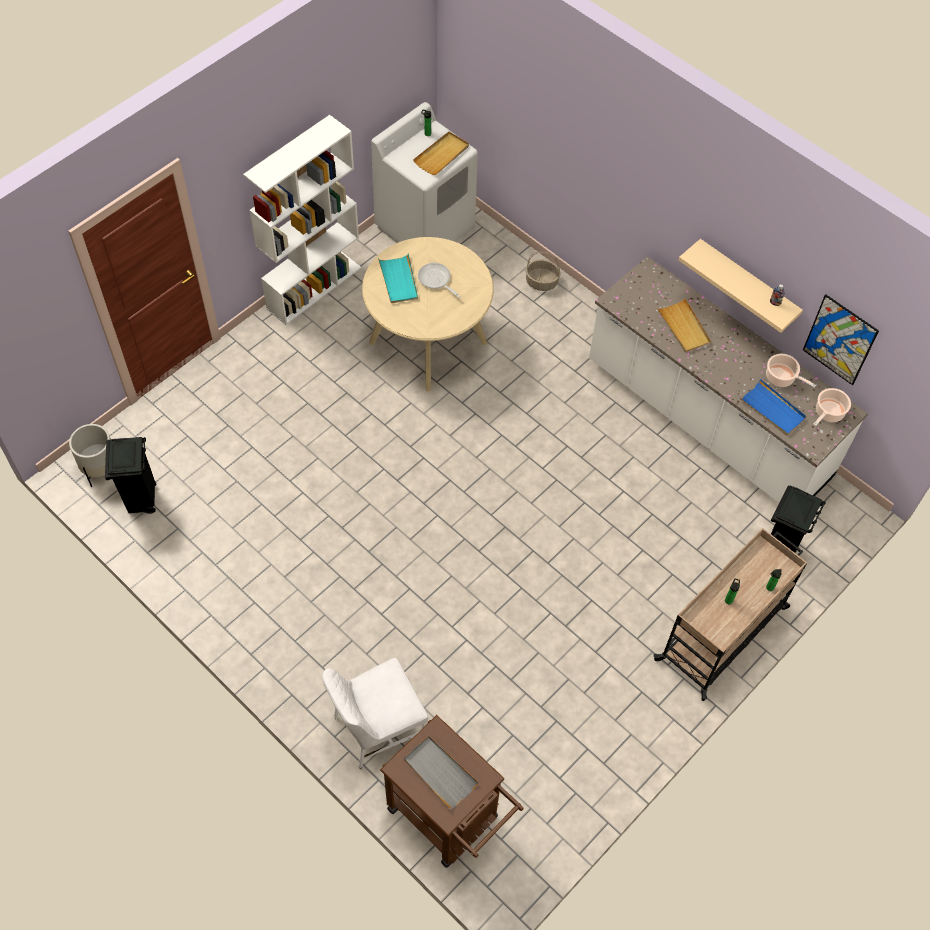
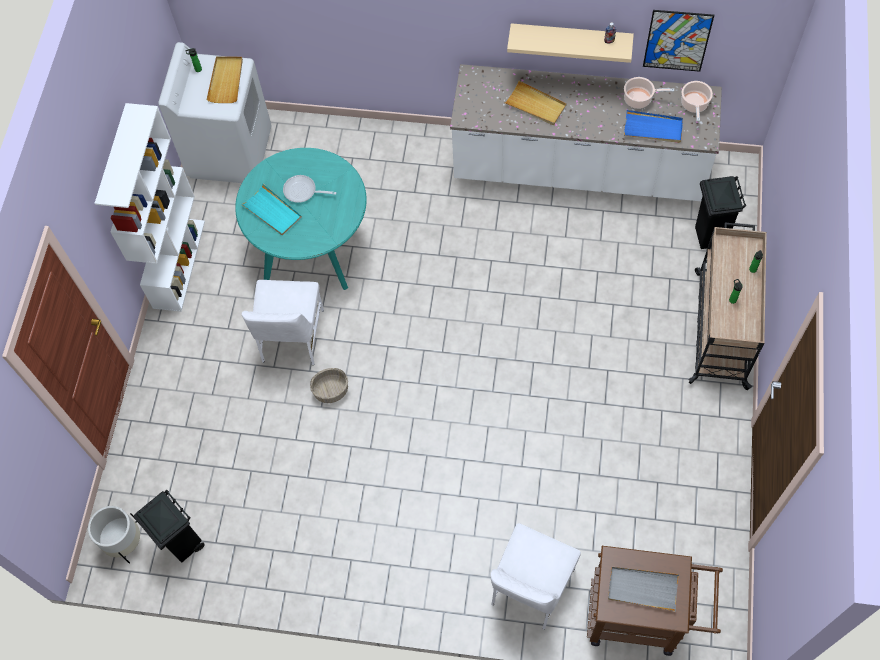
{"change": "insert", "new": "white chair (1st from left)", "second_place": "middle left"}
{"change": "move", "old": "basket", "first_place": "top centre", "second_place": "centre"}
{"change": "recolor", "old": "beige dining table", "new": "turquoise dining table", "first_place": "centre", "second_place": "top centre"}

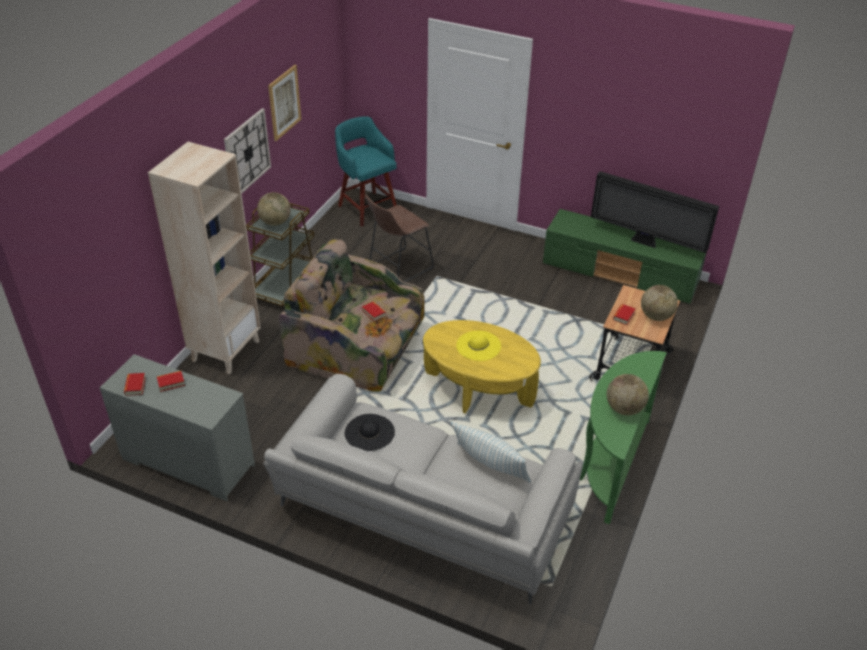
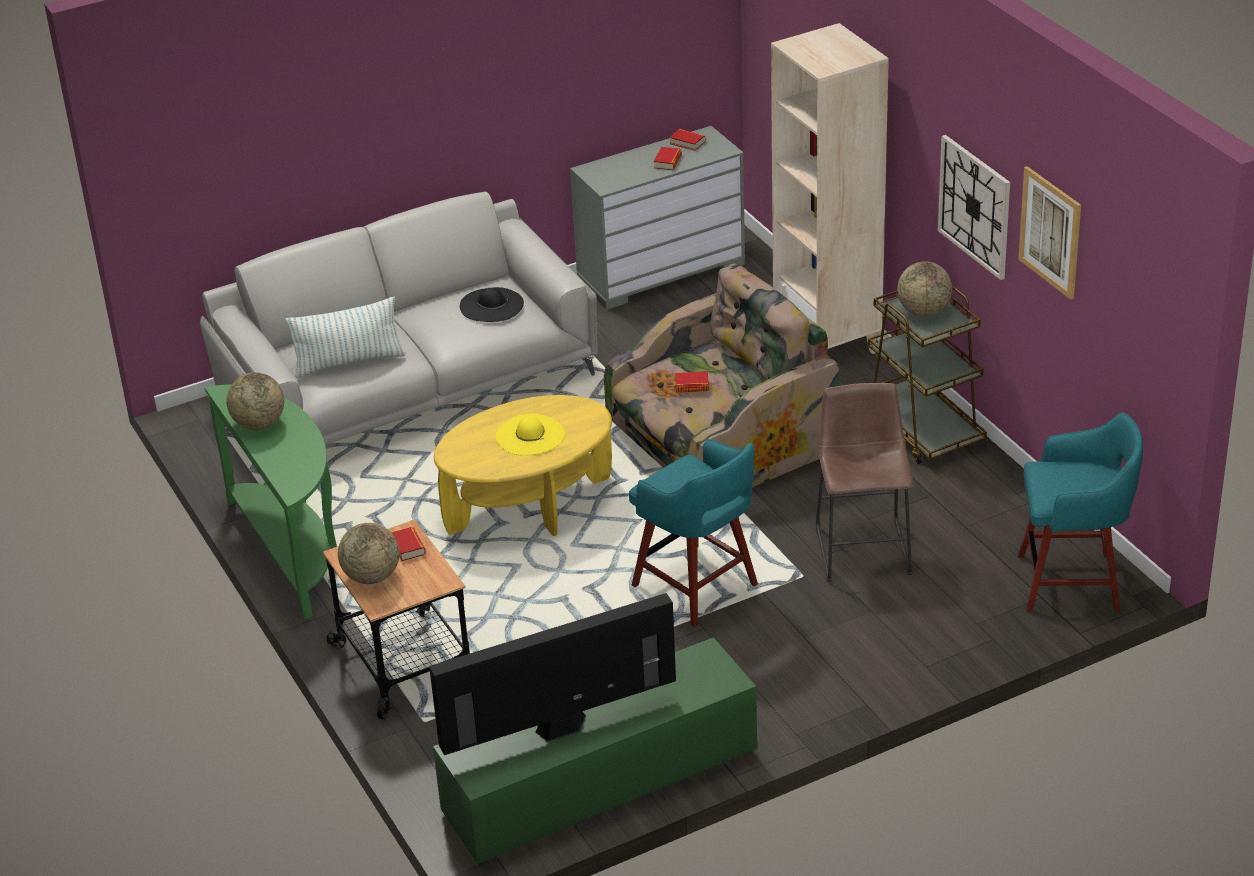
{"change": "insert", "new": "turquoise stool (1st from left)", "second_place": "centre"}

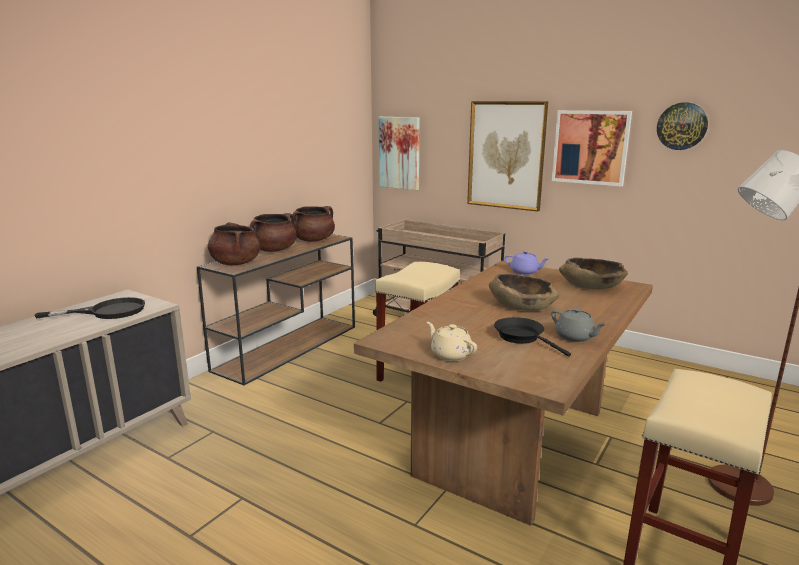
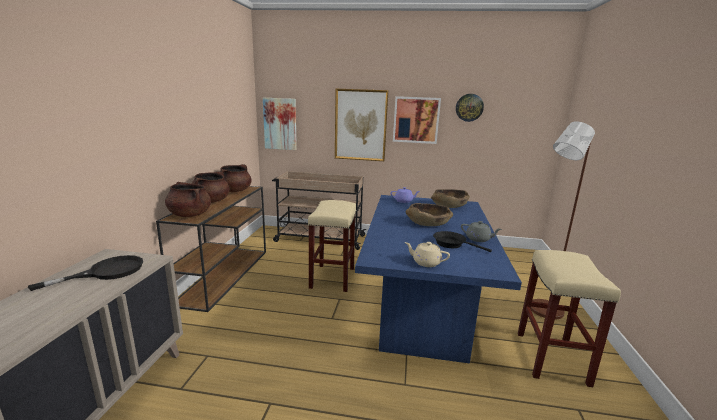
{"change": "recolor", "old": "brown dining table", "new": "blue dining table", "first_place": "bottom centre", "second_place": "centre"}

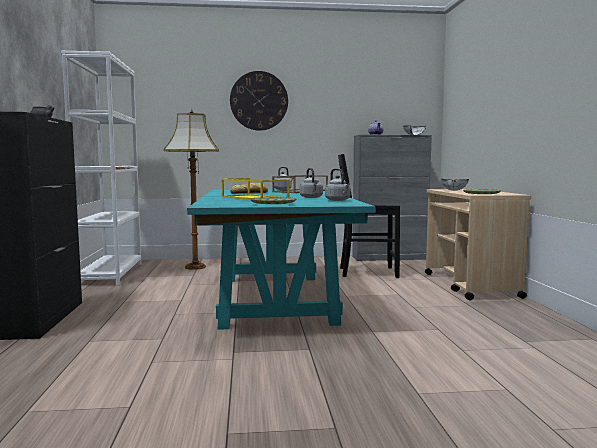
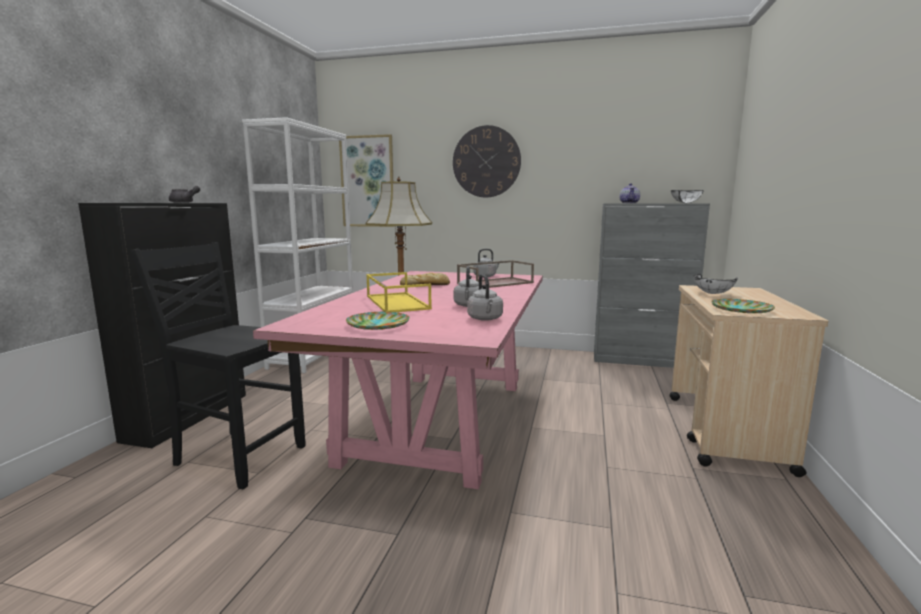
{"change": "insert", "new": "picture", "second_place": "top centre"}
{"change": "move", "old": "black chair", "first_place": "centre", "second_place": "middle left"}
{"change": "recolor", "old": "turquoise dining table", "new": "pink dining table", "first_place": "centre", "second_place": "centre"}

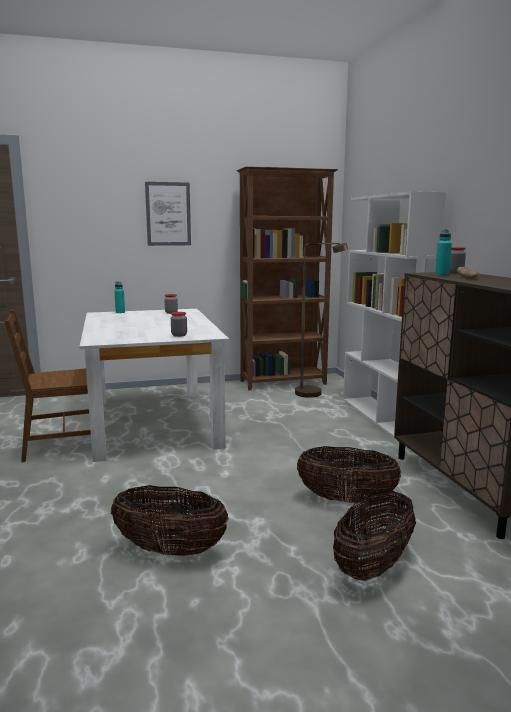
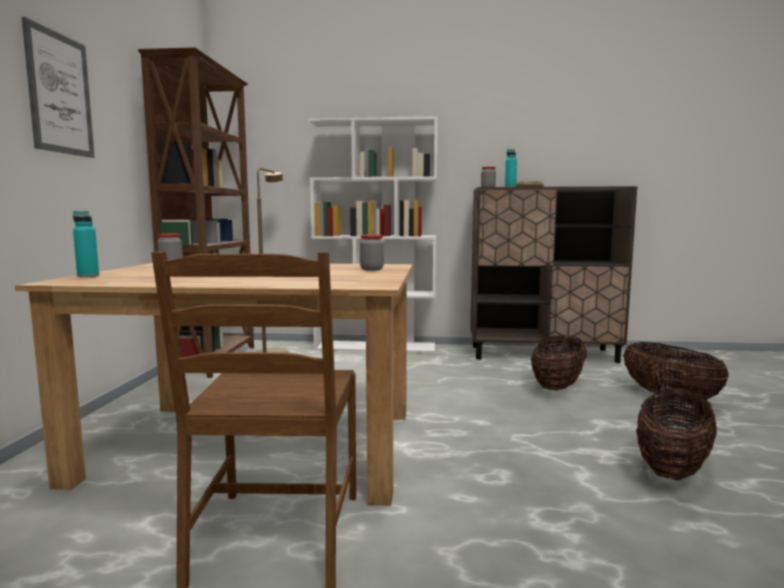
{"change": "recolor", "old": "white dining table", "new": "brown dining table", "first_place": "middle left", "second_place": "middle left"}

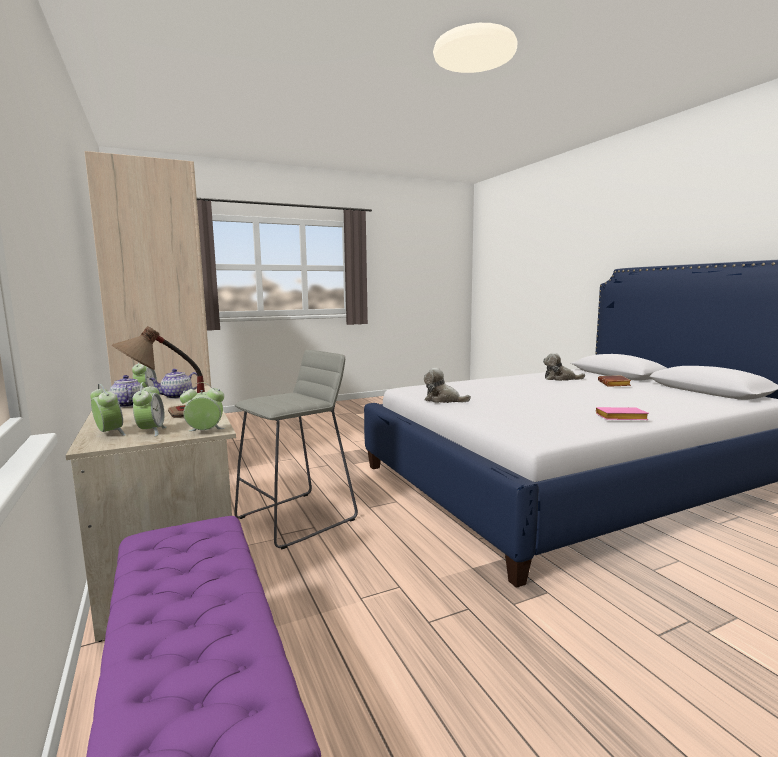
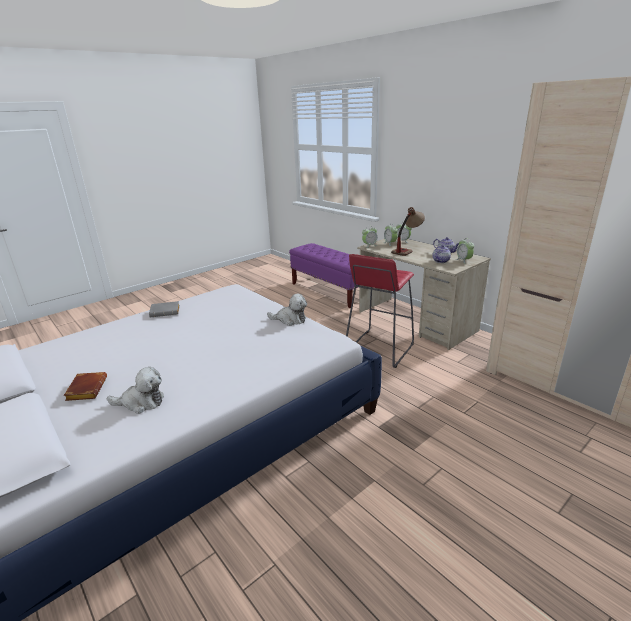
{"change": "recolor", "old": "grey stool", "new": "red stool", "first_place": "centre", "second_place": "centre"}
{"change": "recolor", "old": "pink book", "new": "grey book", "first_place": "middle right", "second_place": "middle left"}

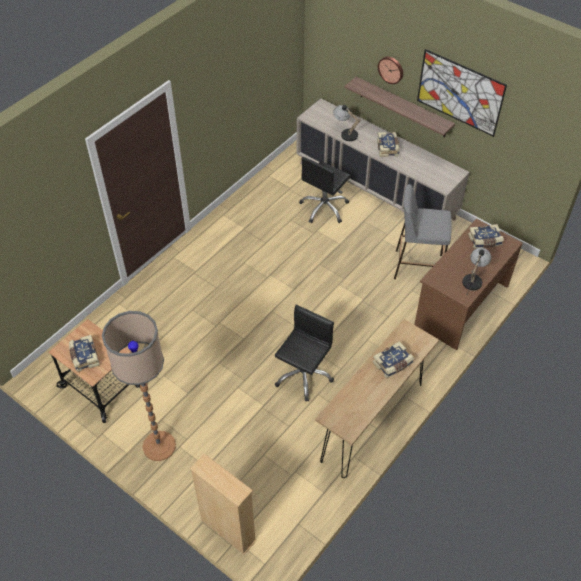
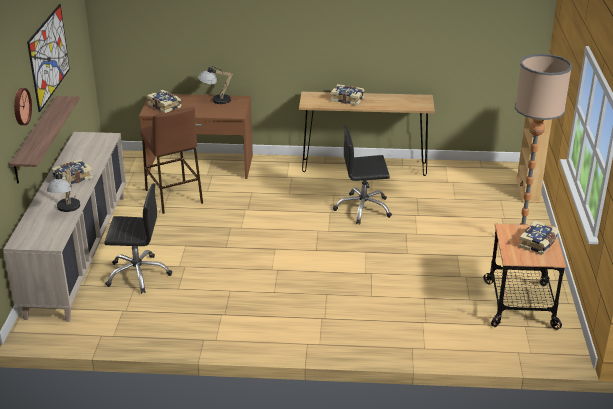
{"change": "recolor", "old": "grey stool", "new": "brown stool", "first_place": "middle right", "second_place": "middle left"}

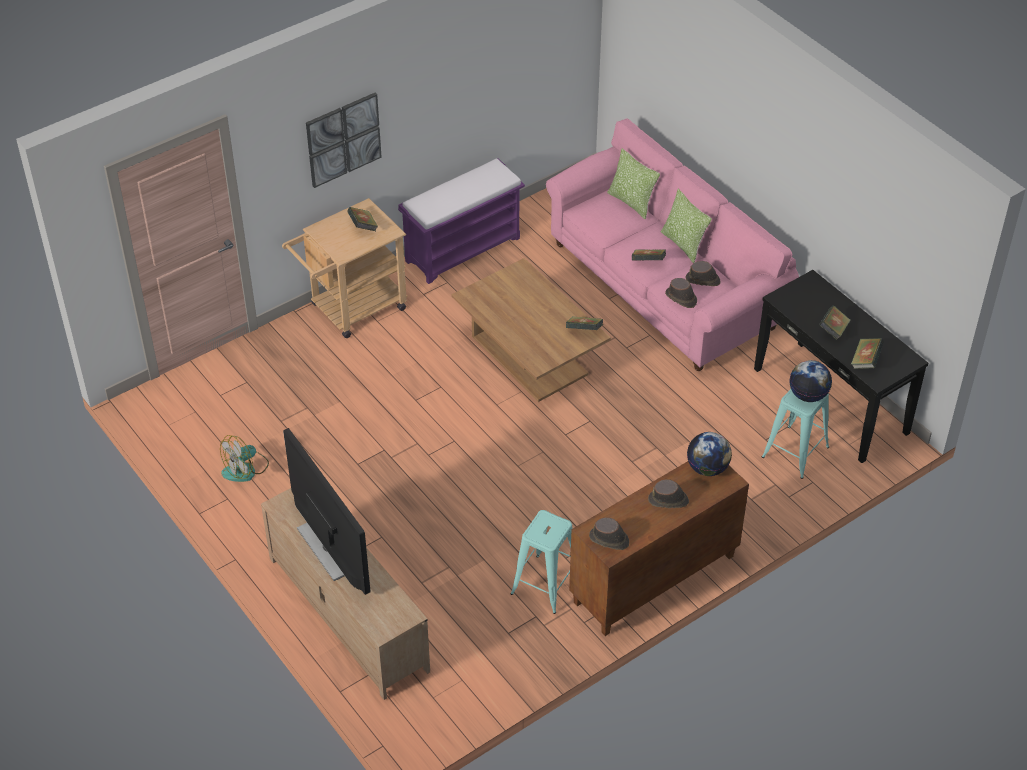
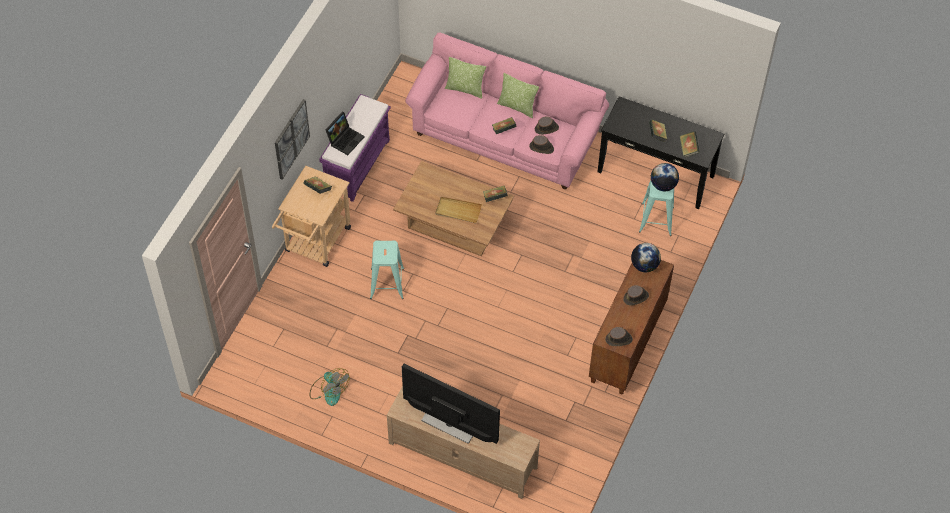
{"change": "insert", "new": "laptop", "second_place": "top centre"}
{"change": "insert", "new": "beige tray", "second_place": "centre"}
{"change": "move", "old": "turquoise stool (1st from left)", "first_place": "bottom centre", "second_place": "centre"}
{"change": "rotate", "old": "fan", "first_place": "middle left", "second_place": "bottom centre", "degrees": -60}

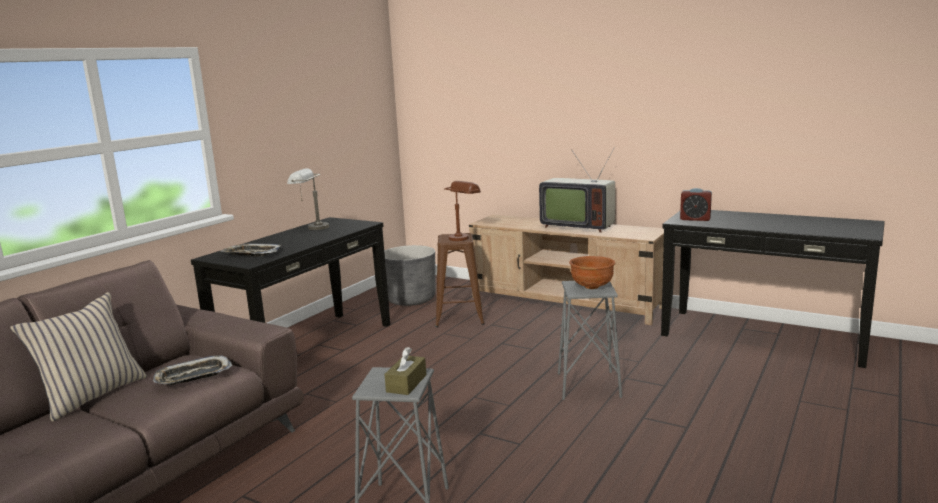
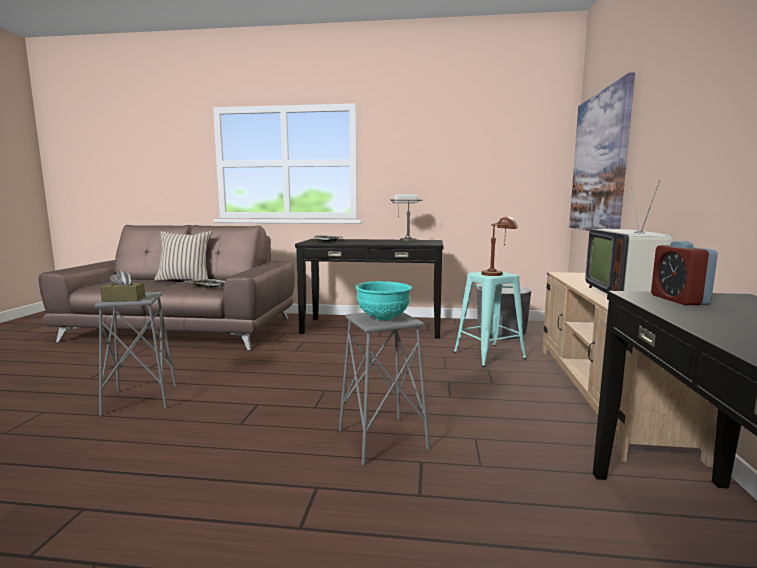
{"change": "insert", "new": "picture", "second_place": "top right"}
{"change": "recolor", "old": "brown stool", "new": "turquoise stool", "first_place": "centre", "second_place": "centre"}
{"change": "recolor", "old": "brown bowl", "new": "turquoise bowl", "first_place": "centre", "second_place": "centre"}

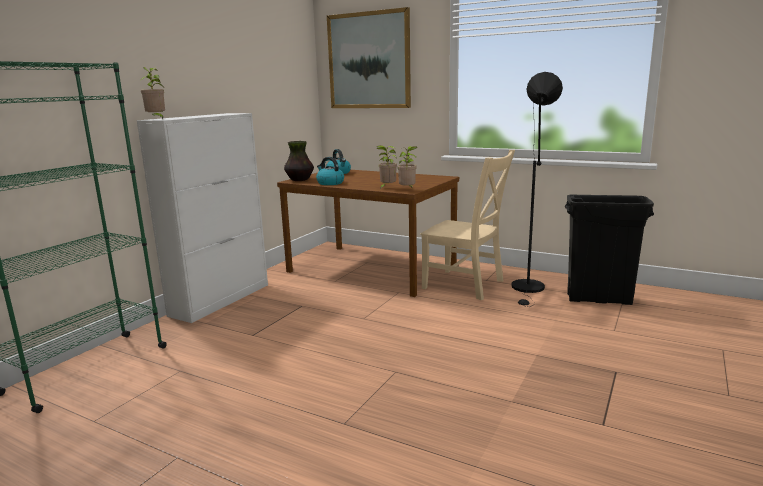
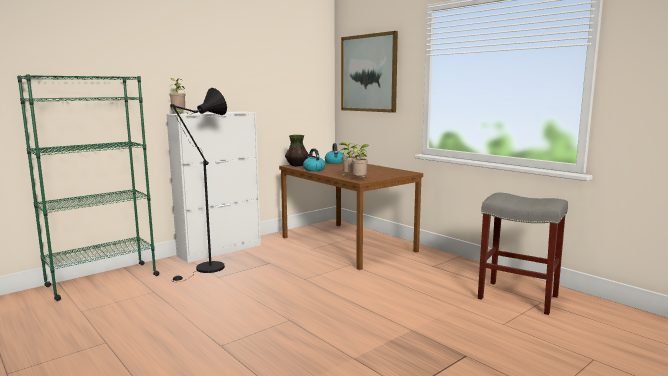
{"change": "delete", "old": "beige chair", "first_place": "centre"}
{"change": "move", "old": "black floor lamp", "first_place": "middle right", "second_place": "middle left"}
{"change": "replace", "old": "black trash can", "new": "grey stool", "first_place": "middle right", "second_place": "bottom right"}

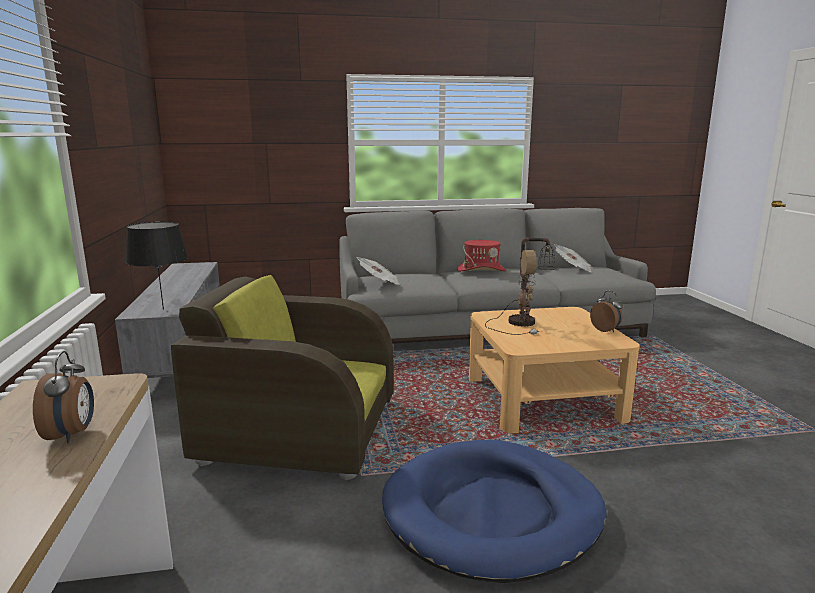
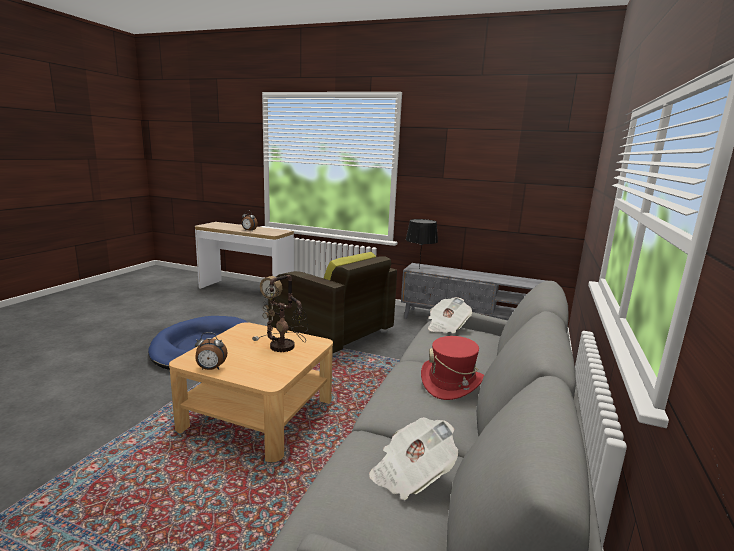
{"change": "rotate", "old": "brown armchair", "first_place": "centre", "second_place": "centre", "degrees": 90}

